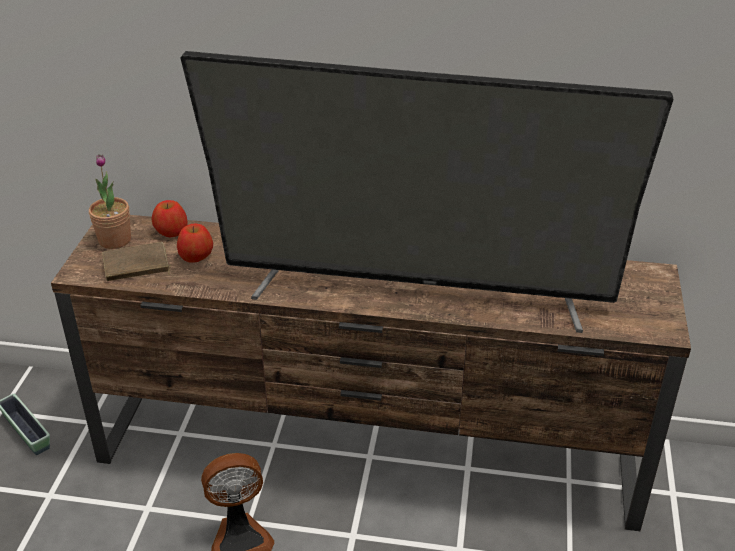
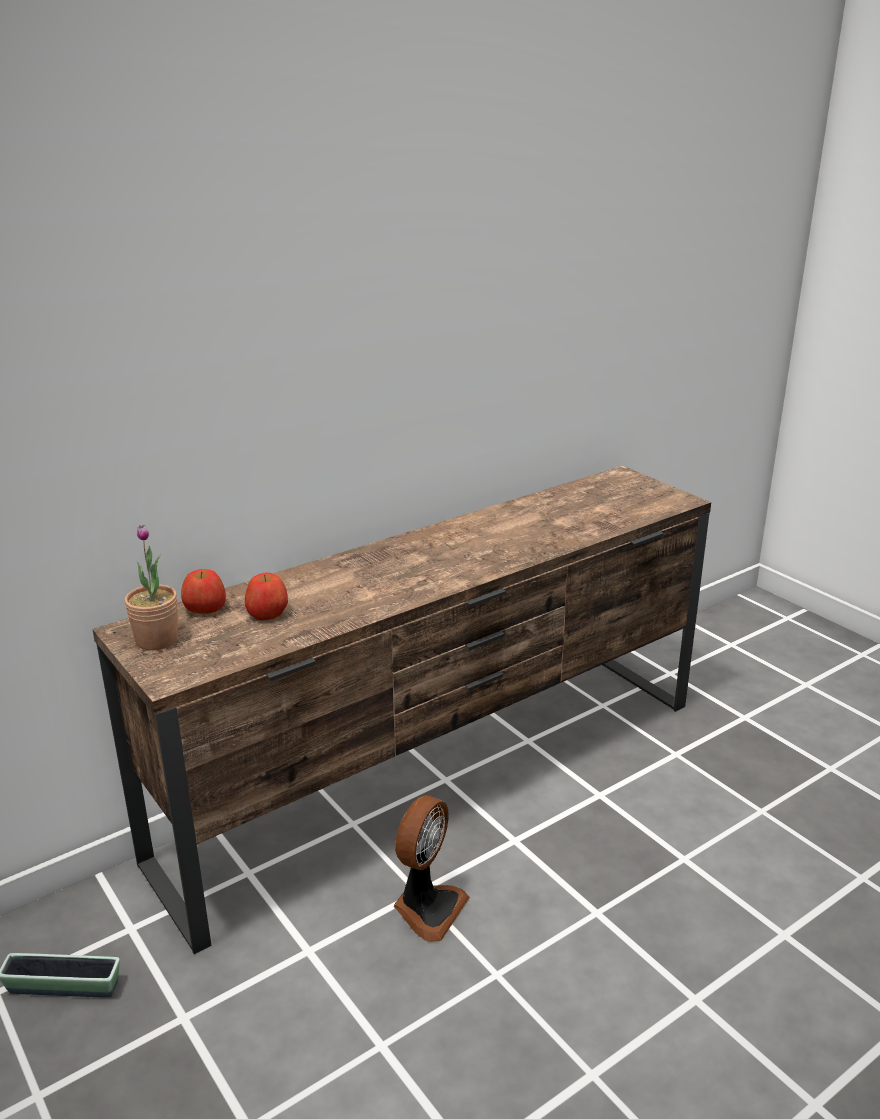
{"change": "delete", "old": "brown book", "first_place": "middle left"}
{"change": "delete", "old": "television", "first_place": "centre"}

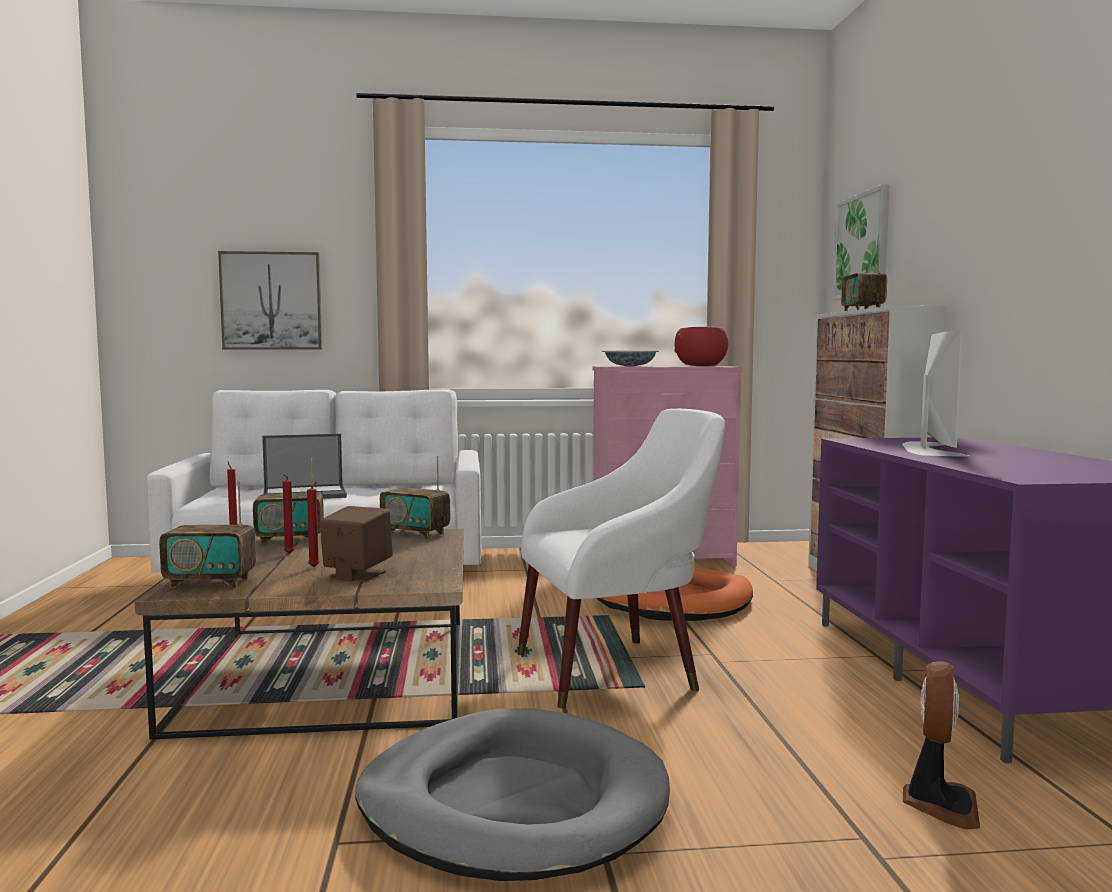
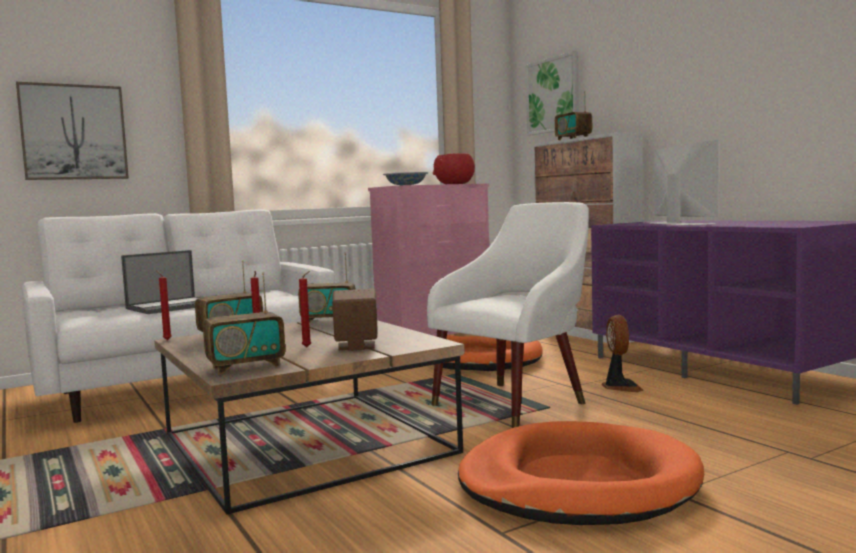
{"change": "move", "old": "fan", "first_place": "bottom right", "second_place": "middle right"}
{"change": "recolor", "old": "grey dog bed", "new": "orange dog bed (2nd from left)", "first_place": "bottom centre", "second_place": "bottom right"}

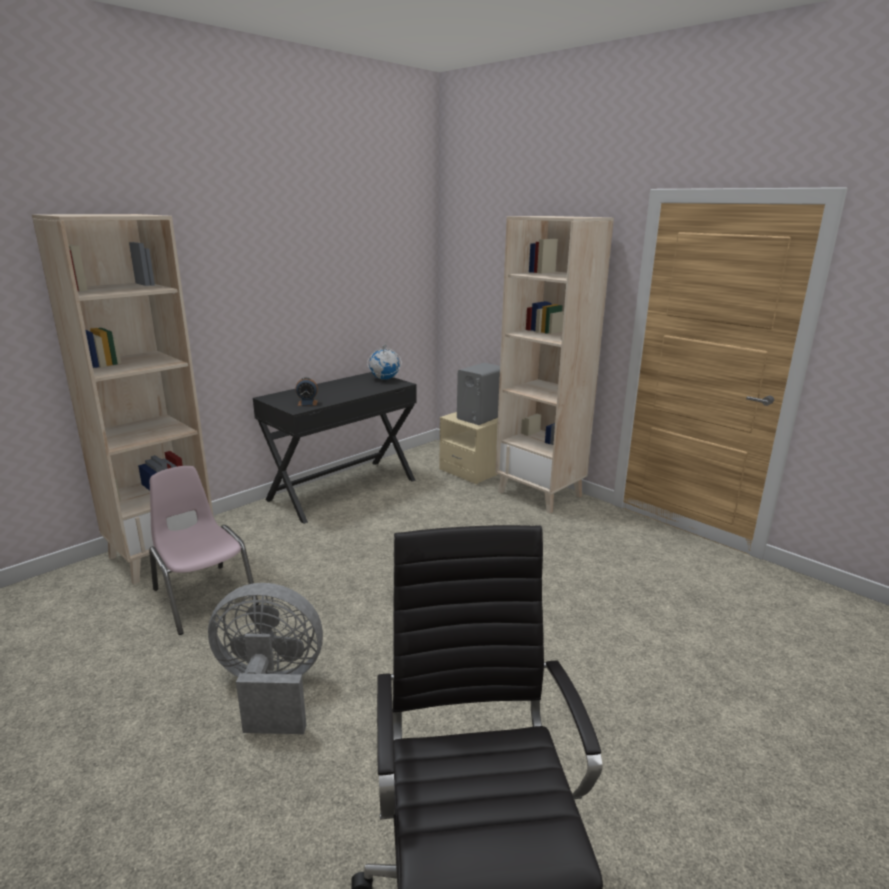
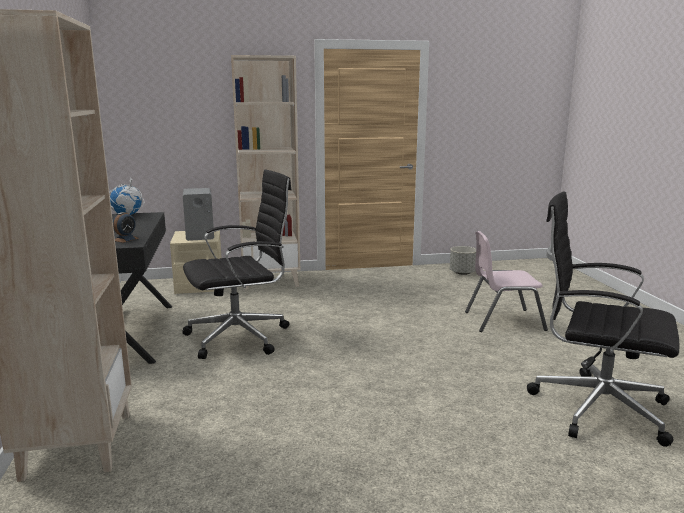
{"change": "delete", "old": "grey fan", "first_place": "bottom left"}
{"change": "insert", "new": "black office chair (1st from left)", "second_place": "centre"}
{"change": "insert", "new": "grey planter", "second_place": "middle right"}
{"change": "move", "old": "pink chair", "first_place": "middle left", "second_place": "middle right"}

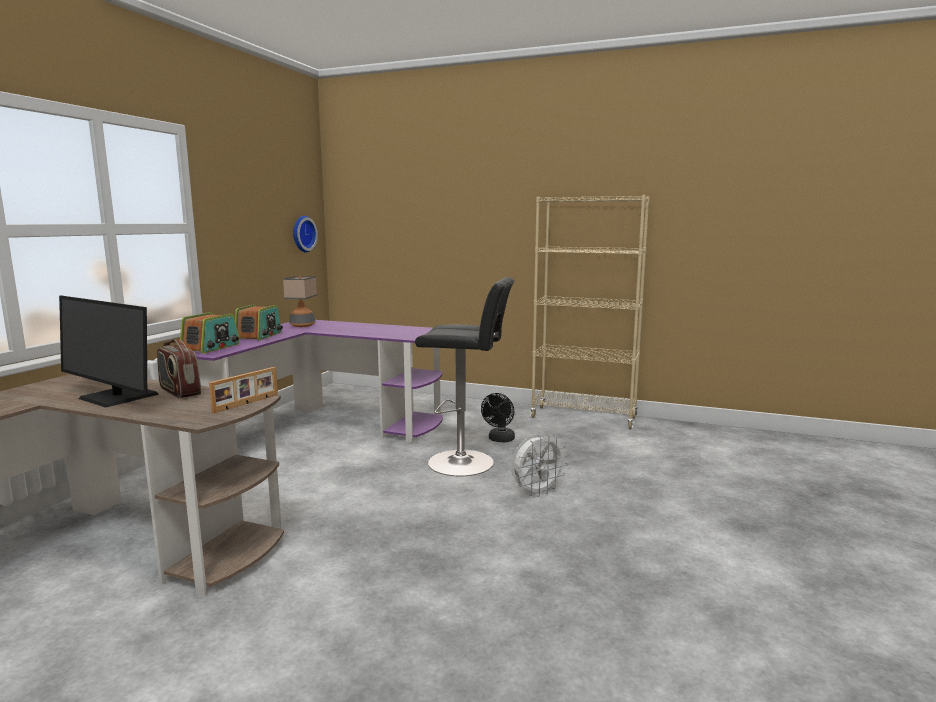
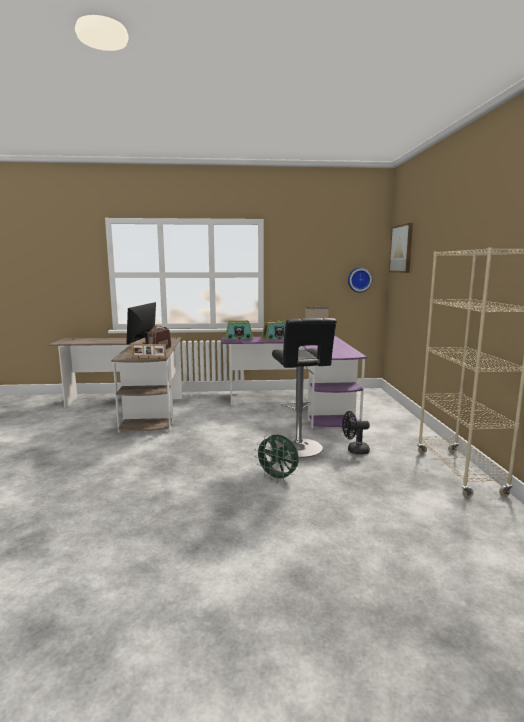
{"change": "insert", "new": "picture", "second_place": "middle right"}
{"change": "recolor", "old": "white fan", "new": "green fan", "first_place": "centre", "second_place": "centre"}

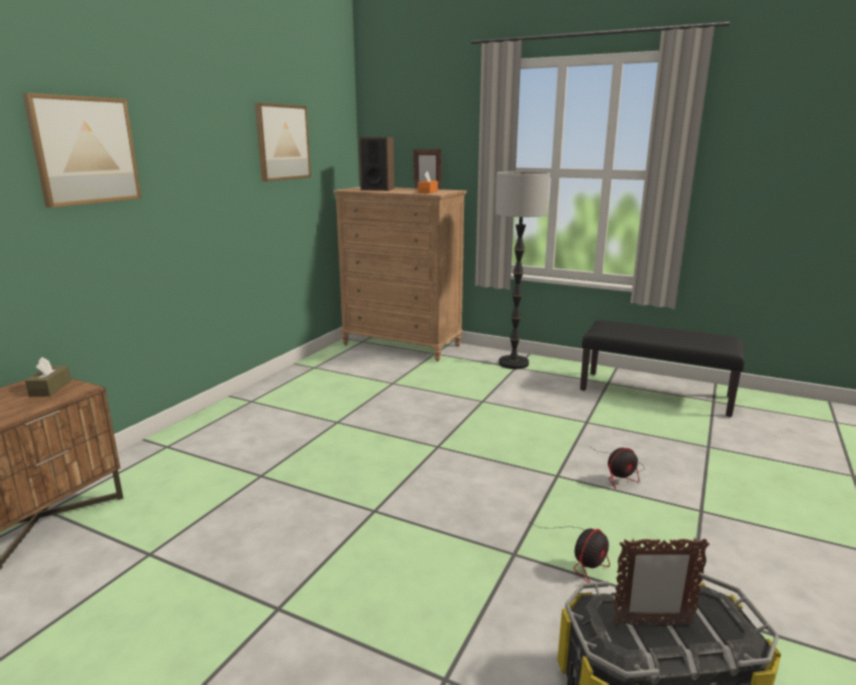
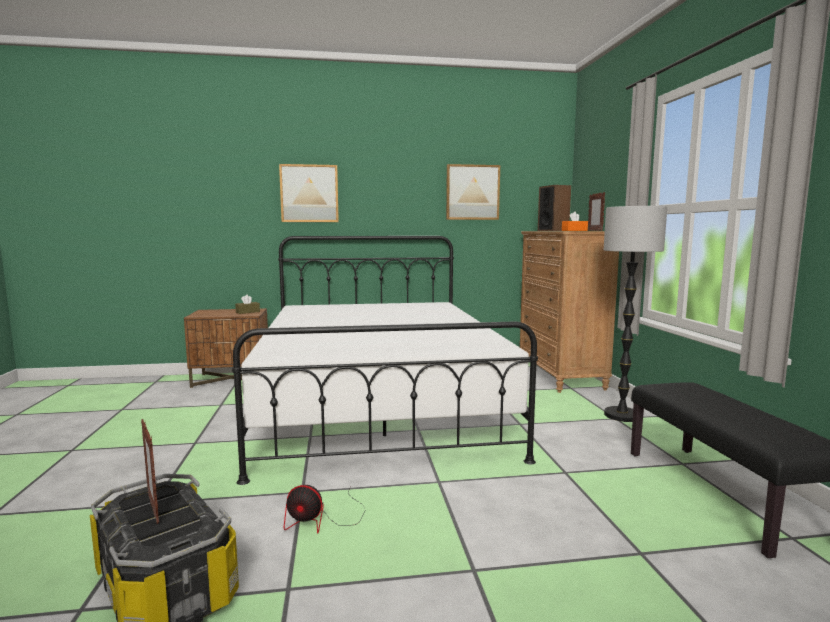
{"change": "delete", "old": "fan (2nd from left)", "first_place": "bottom right"}
{"change": "insert", "new": "white bed", "second_place": "centre"}

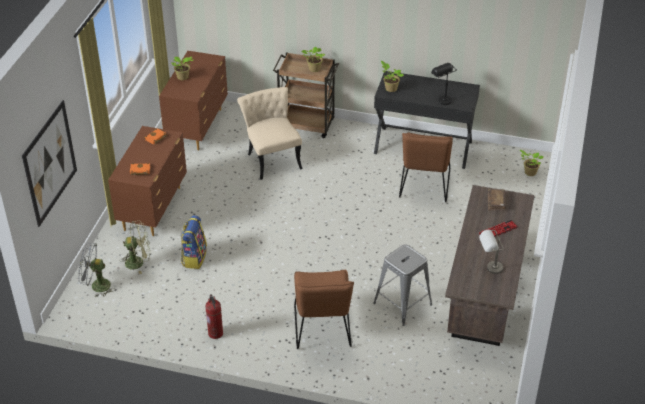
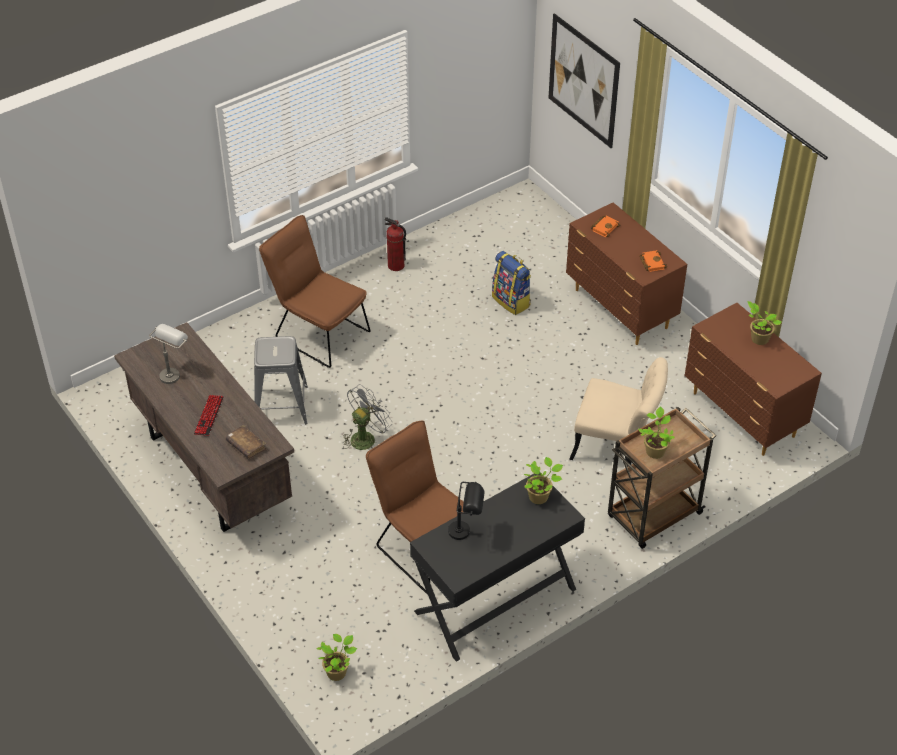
{"change": "delete", "old": "green fan", "first_place": "middle left"}
{"change": "move", "old": "grey fan", "first_place": "bottom left", "second_place": "centre"}

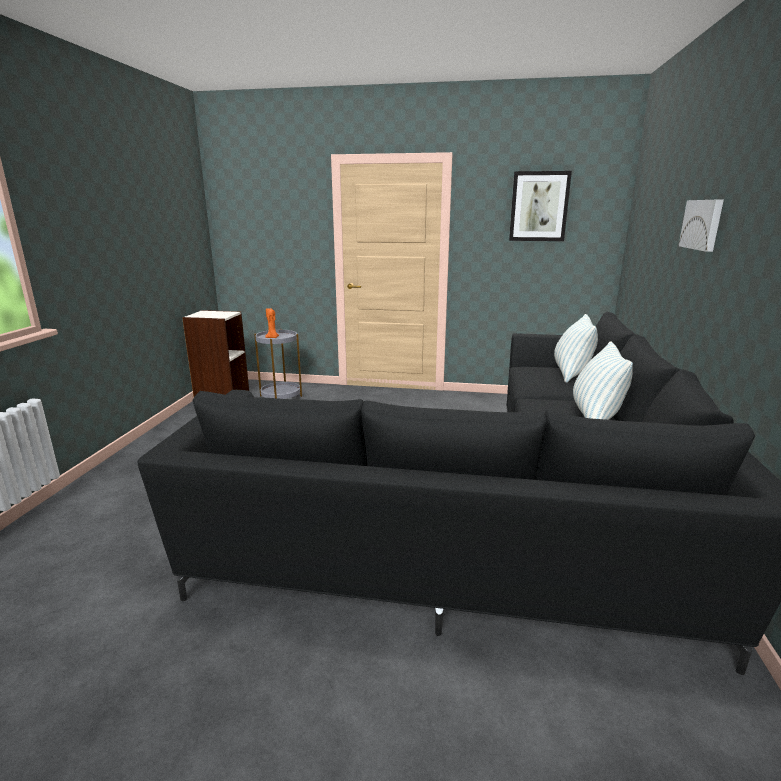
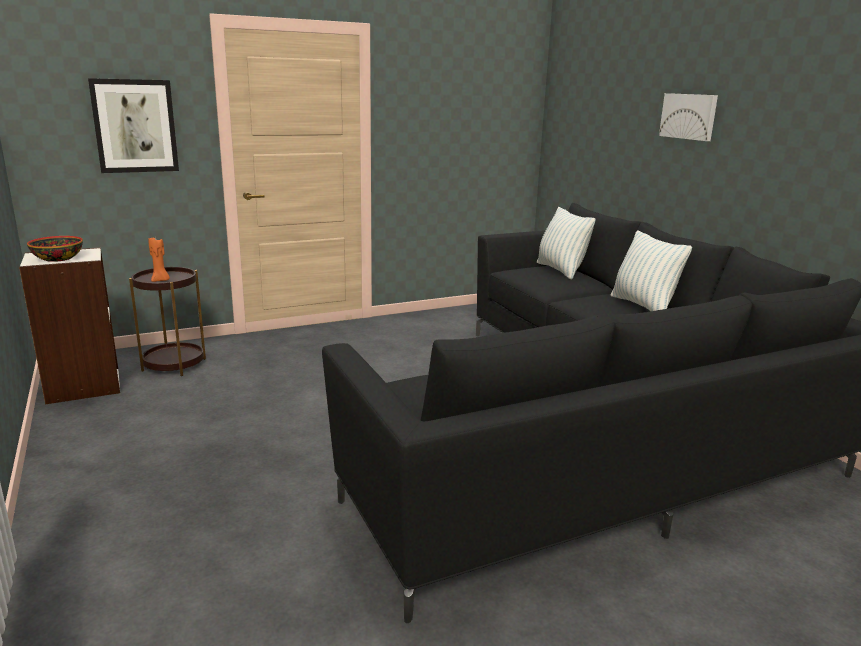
{"change": "insert", "new": "bowl", "second_place": "middle left"}
{"change": "move", "old": "picture (1st from left)", "first_place": "top right", "second_place": "top left"}
{"change": "recolor", "old": "grey side table", "new": "brown side table", "first_place": "centre", "second_place": "middle left"}

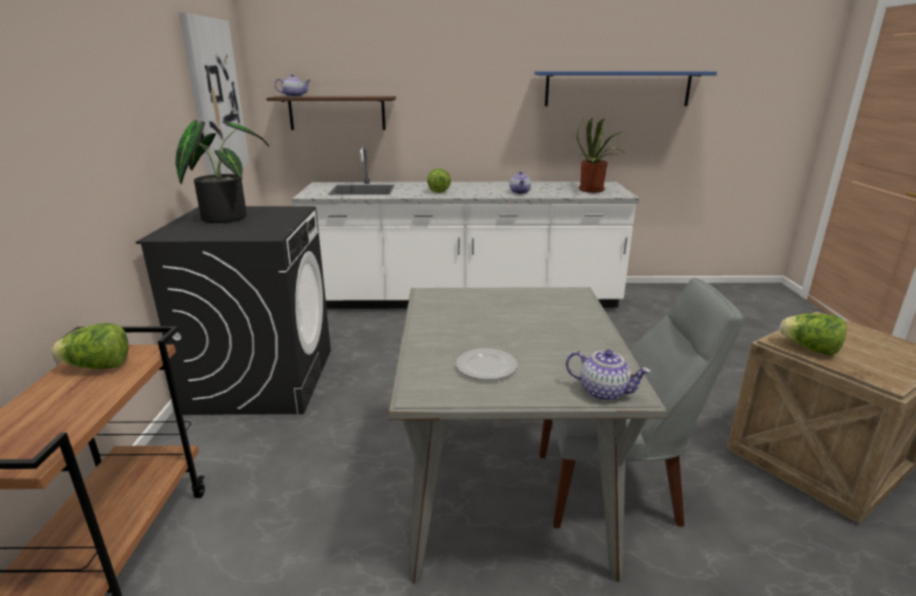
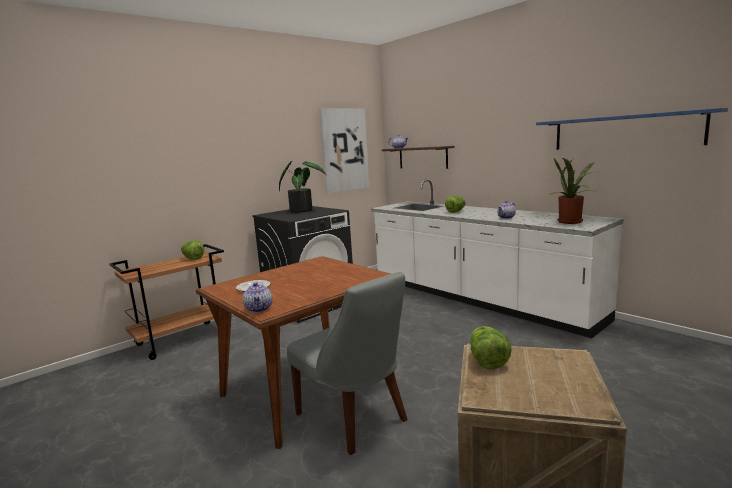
{"change": "recolor", "old": "grey dining table", "new": "brown dining table", "first_place": "bottom centre", "second_place": "bottom centre"}

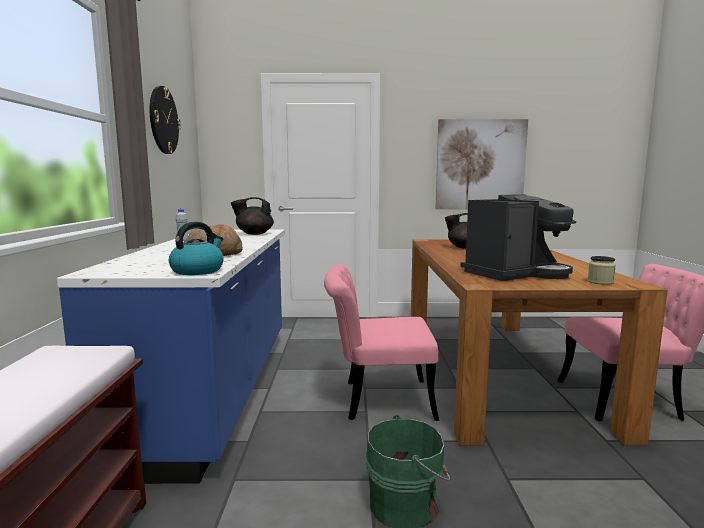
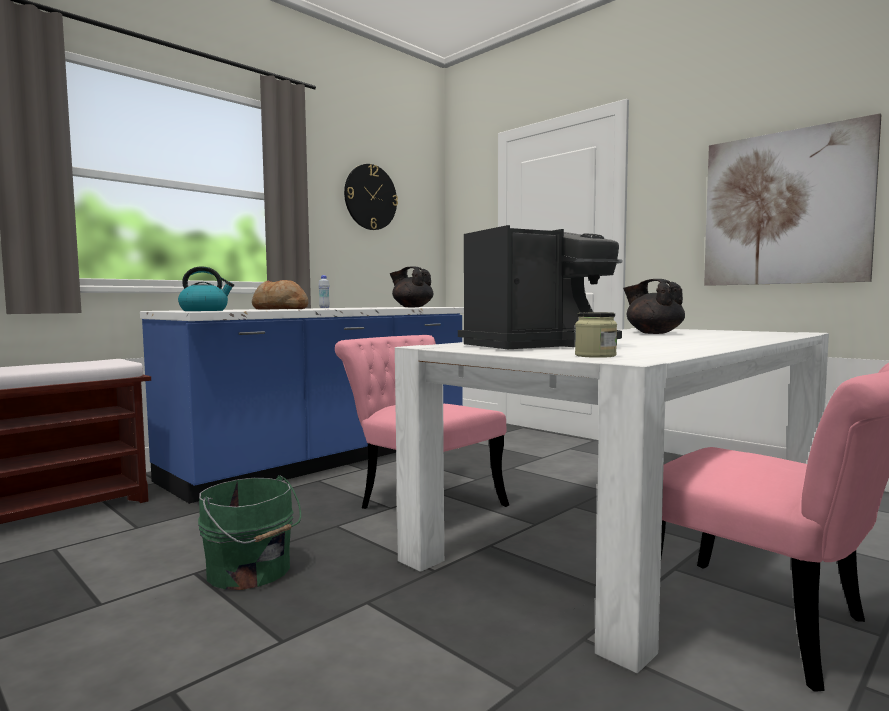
{"change": "recolor", "old": "brown dining table", "new": "white dining table", "first_place": "middle right", "second_place": "bottom right"}
{"change": "rotate", "old": "coffee machine", "first_place": "middle right", "second_place": "centre", "degrees": -45}

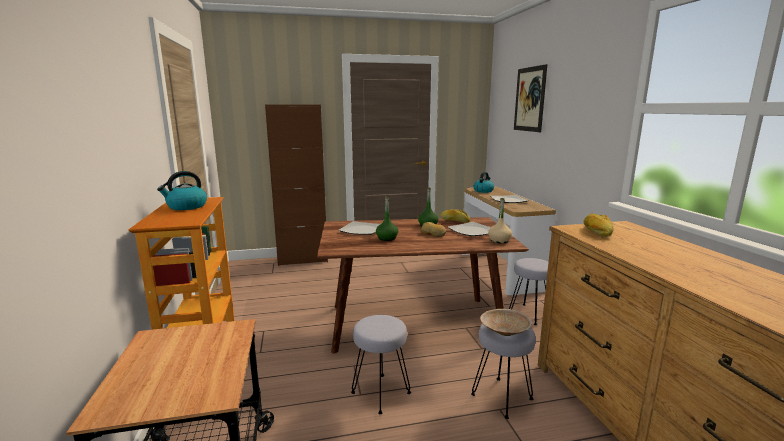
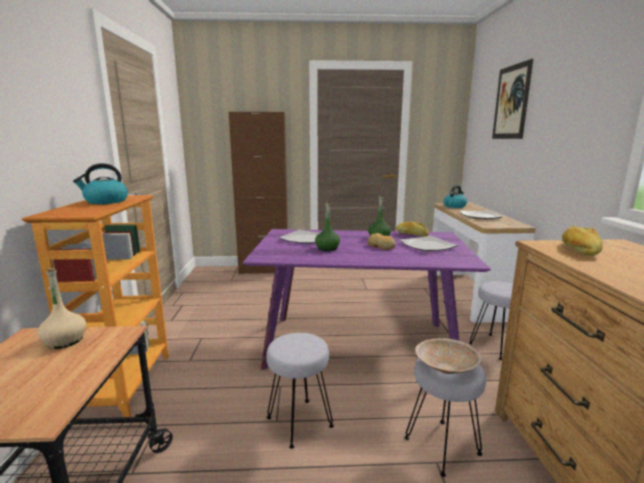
{"change": "move", "old": "beige bottle", "first_place": "centre", "second_place": "middle left"}
{"change": "recolor", "old": "brown dining table", "new": "purple dining table", "first_place": "centre", "second_place": "centre"}

